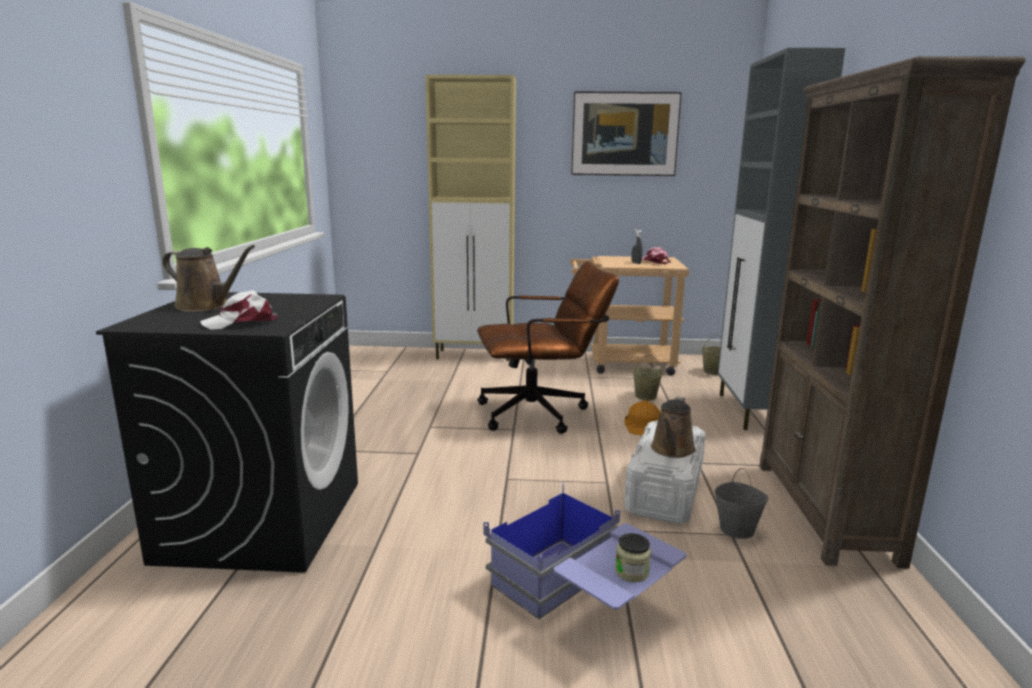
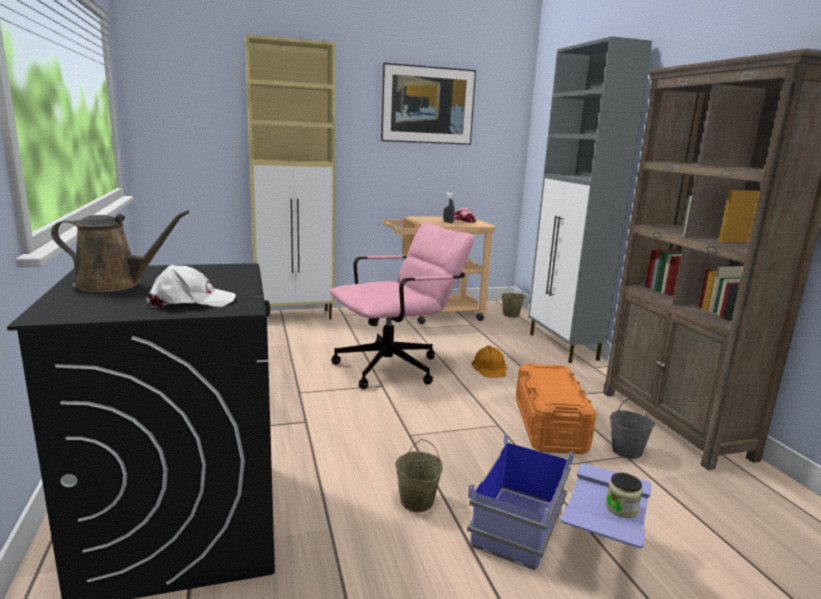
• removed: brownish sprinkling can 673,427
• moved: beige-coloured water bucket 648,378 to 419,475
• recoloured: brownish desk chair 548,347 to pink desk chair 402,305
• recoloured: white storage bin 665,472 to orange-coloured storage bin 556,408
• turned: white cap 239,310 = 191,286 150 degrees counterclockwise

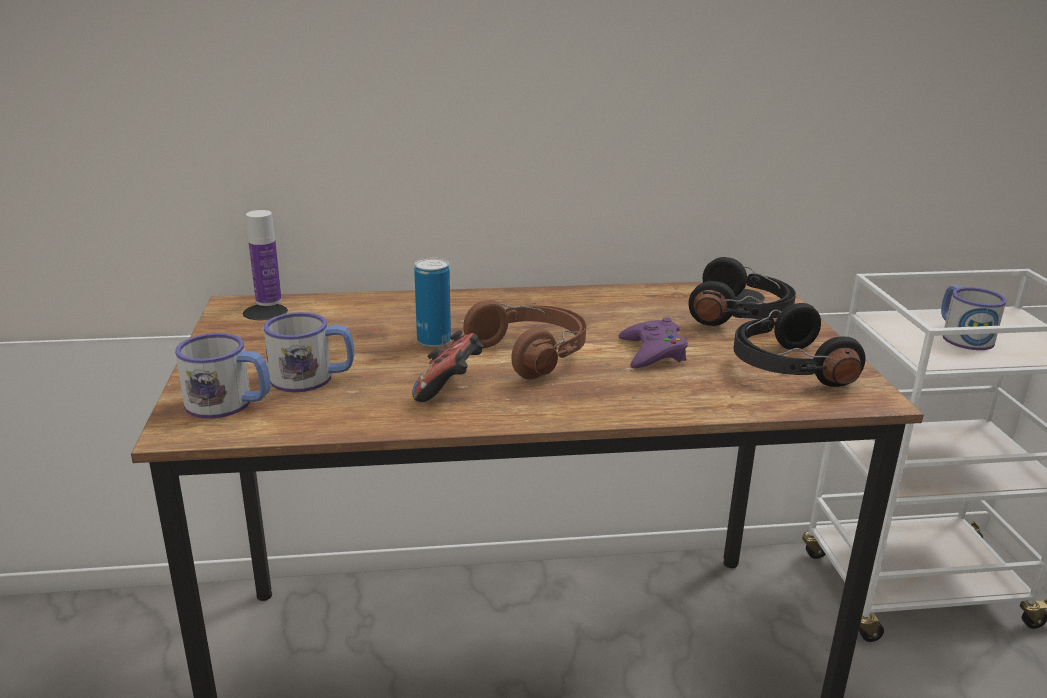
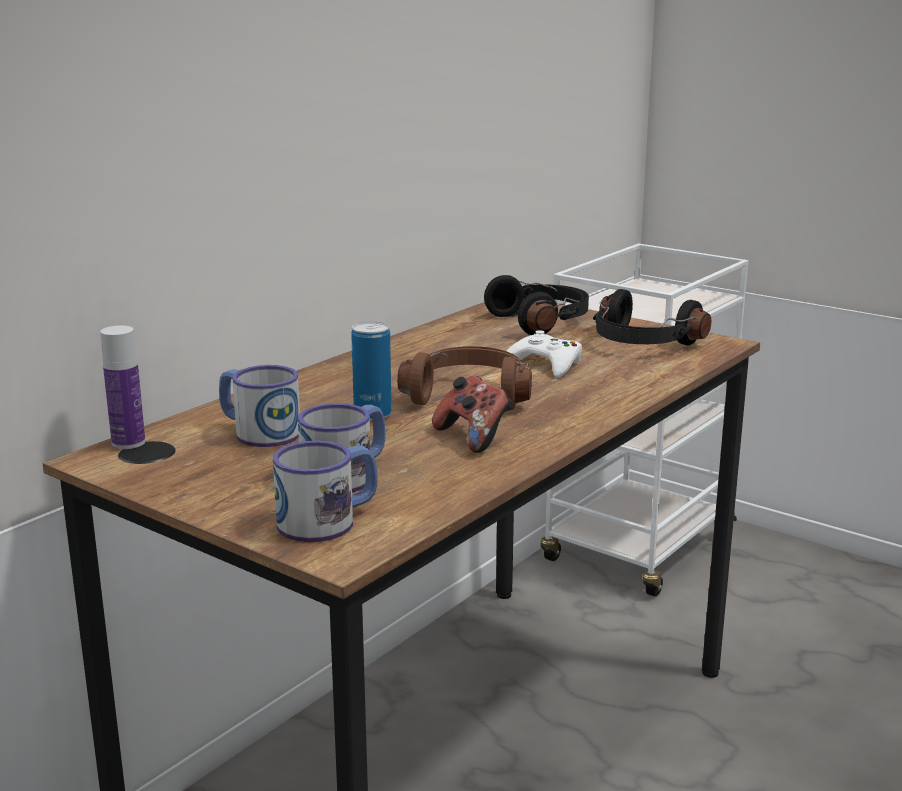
• moved: mug 973,317 to 259,406
• recoloured: purple game controller 653,343 to white game controller 544,354

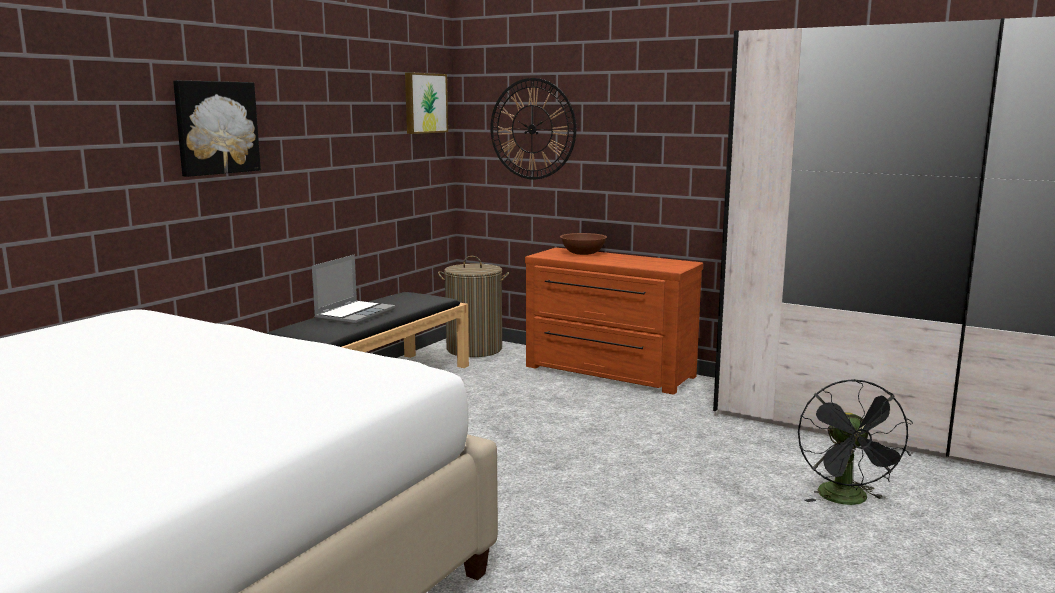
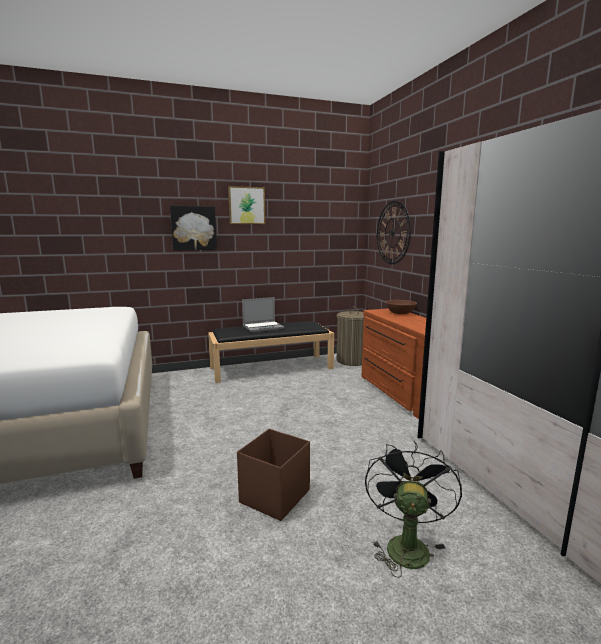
• added: brownish storage bin 273,475
• moved: wall picture 426,103 to 246,205
• turned: black-coloured electric fan 855,442 = 413,509 150 degrees clockwise

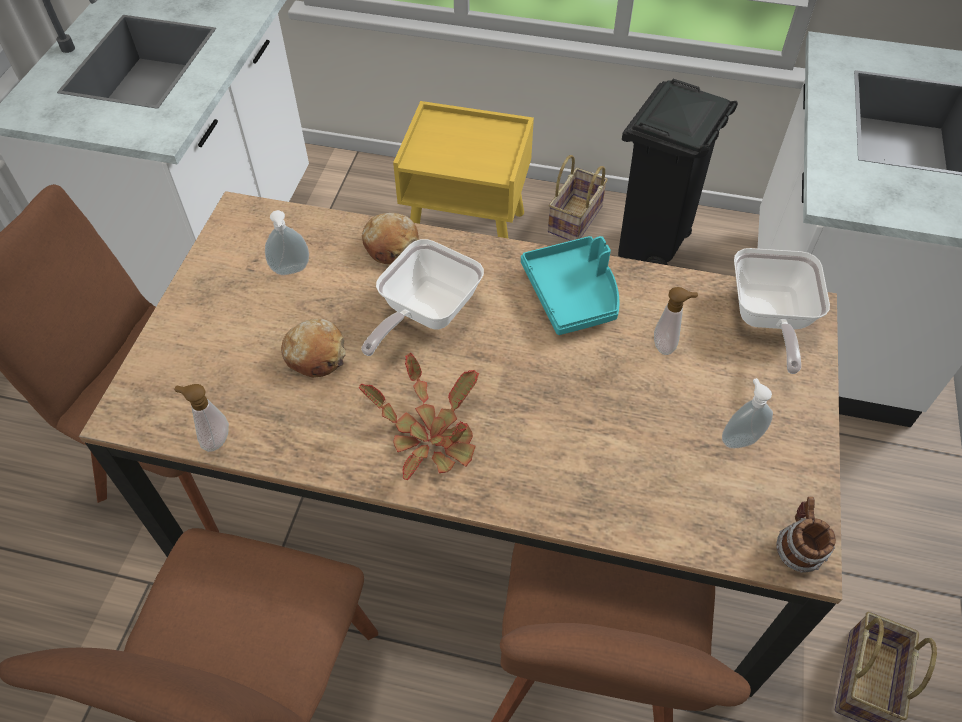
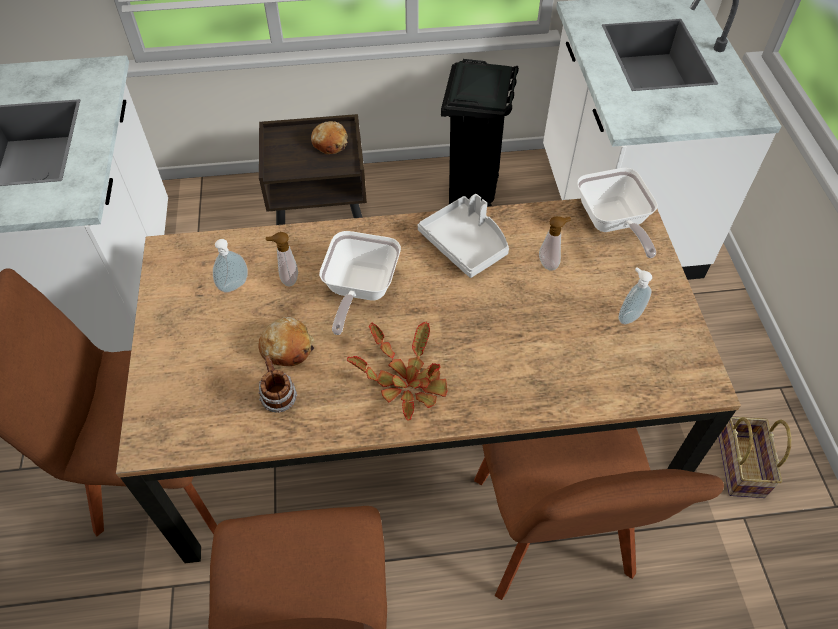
• removed: household basket 578,198
• moved: soap dispenser 201,418 to 282,259
• moved: bakery bread 390,239 to 329,137
• moved: mug 806,535 to 278,384
• recoloured: yellow-coloured nightstand 463,169 to brownish nightstand 313,169
• recoloured: turquoise carrying tray 570,285 to greyish carrying tray 463,236

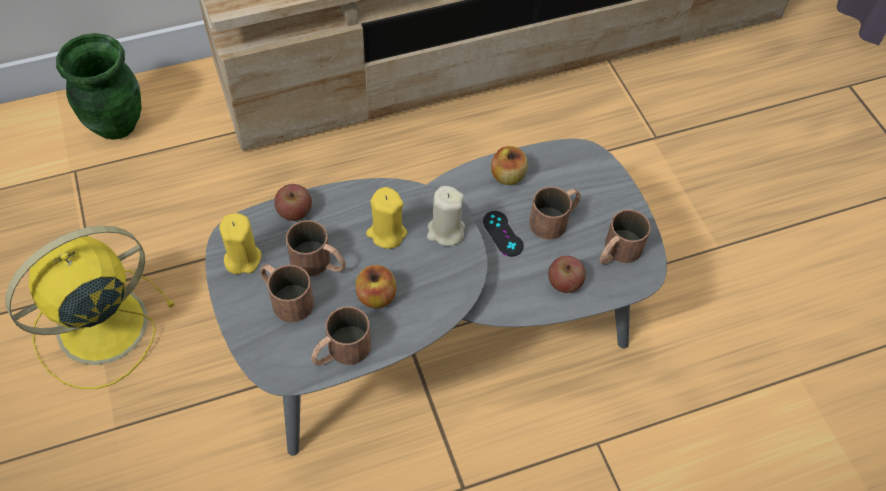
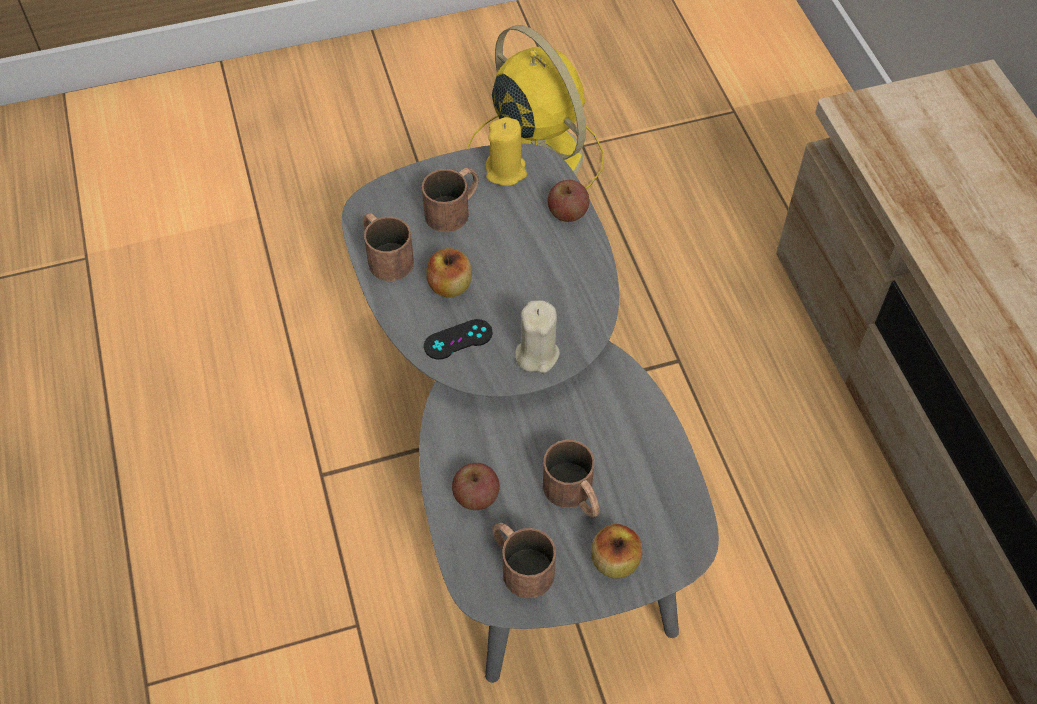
• removed: greenish decorative vase 98,86
• removed: brownish mug 316,248
• removed: yellow-coloured candle 386,218
• moved: black-coloured game controller 503,234 to 458,339
• moved: apple 509,165 to 616,551

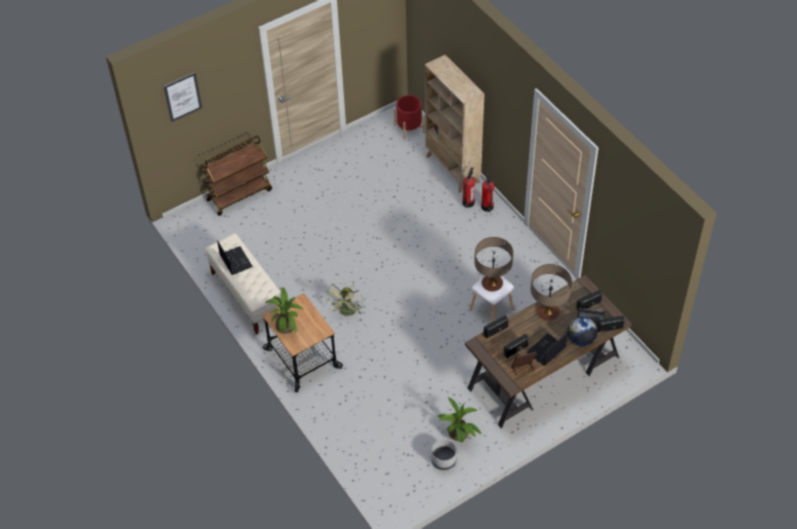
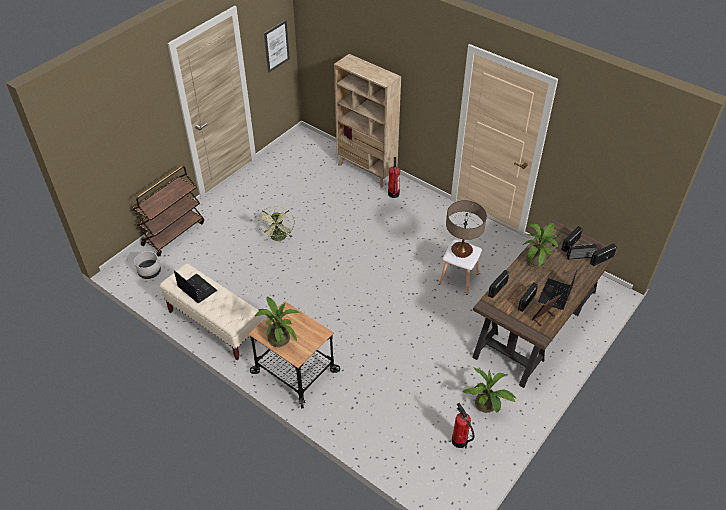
• removed: reddish plant pot 409,117
• removed: world globe 582,331
• moved: wall picture 182,97 to 277,46
• moved: greenish electric fan 344,299 to 276,223
• moved: greyish plant pot 444,454 to 147,265
• moved: extinguisher 487,191 to 463,425
• replaced: tabletop lamp 551,292 to potted plant 541,245

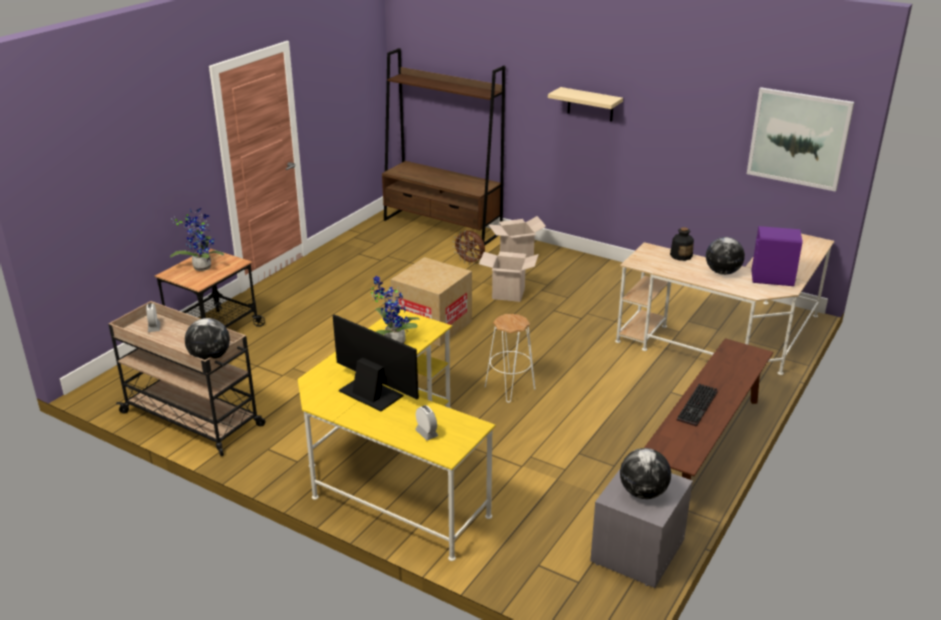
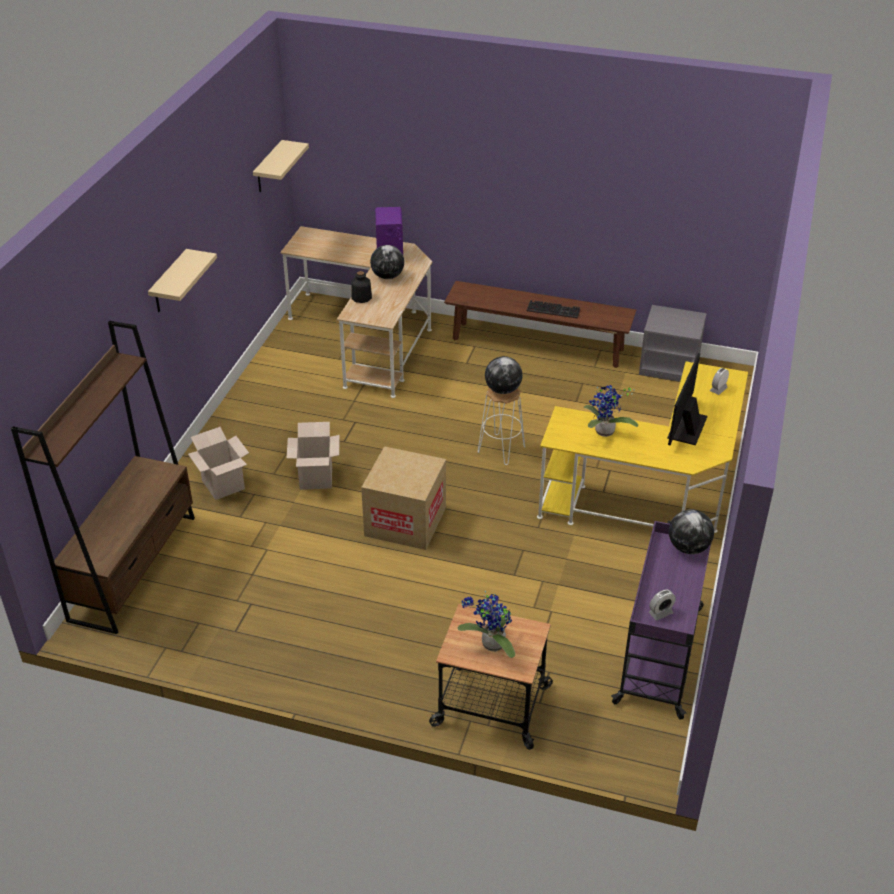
• removed: brownish electric fan 469,248
• moved: world globe 645,473 to 504,375
• replaced: wall picture 800,139 to beige-coloured wall shelf 281,166
• recoloured: beige-coloured trolley 186,378 to purple trolley 661,620

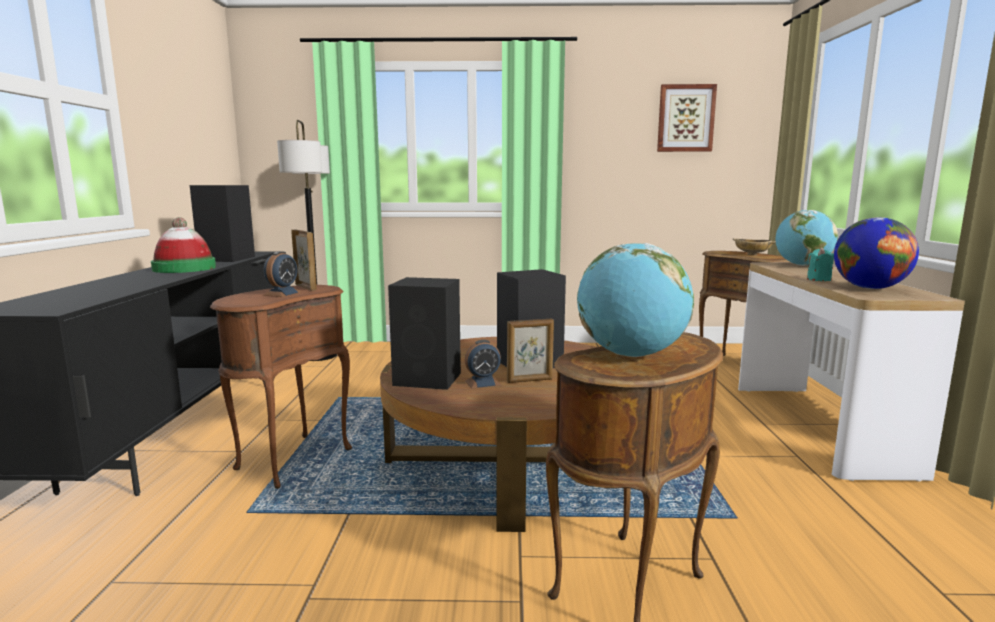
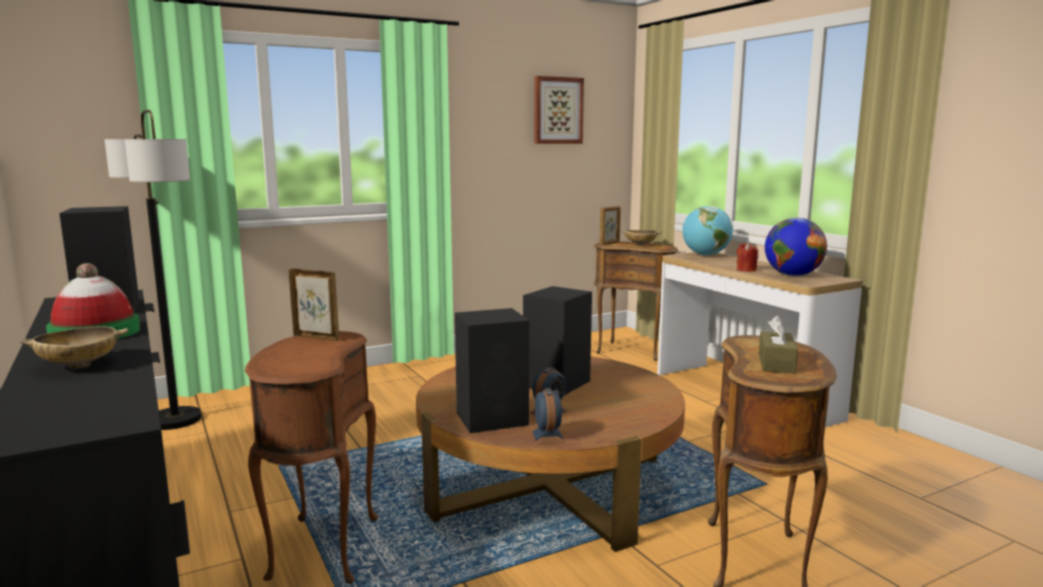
• added: beige-coloured deep dish 74,347
• moved: table clock 282,274 to 548,416
• moved: standing frame 530,351 to 610,225
• replaced: world globe 635,300 to brownish box of tissues 778,344
• recoloured: turquoise candle 820,264 to reddish candle 747,257

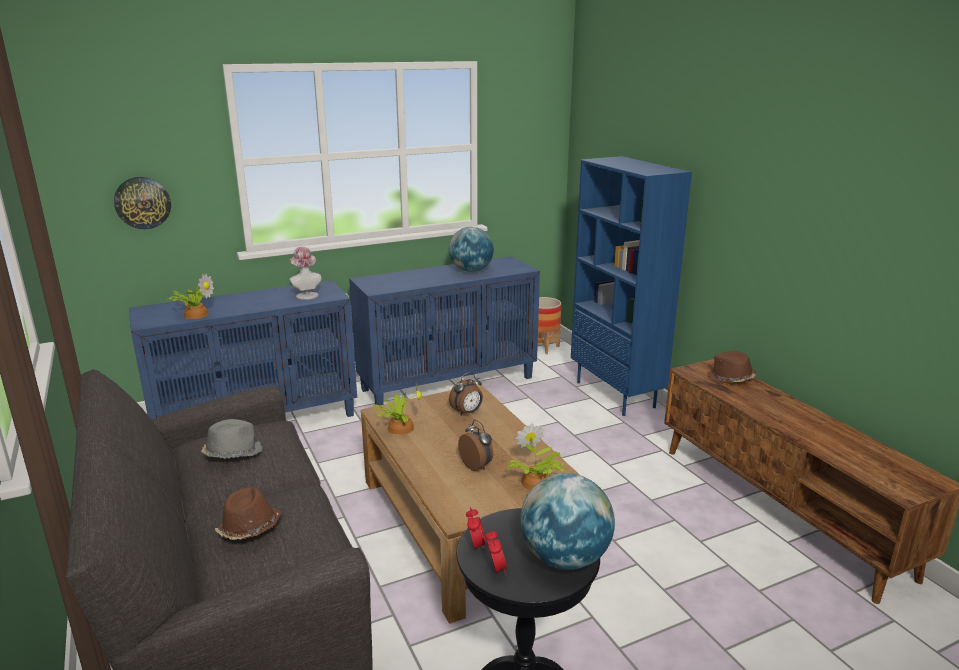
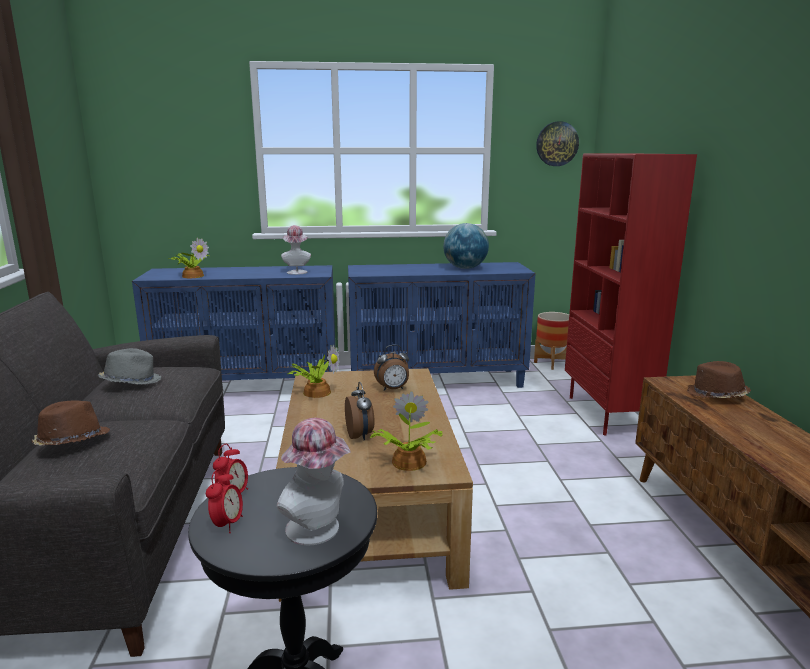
• moved: clock on the wall 142,203 to 557,143
• replaced: world globe 567,521 to clothing hat 314,481
• recoloured: blue bookshelf 631,286 to reddish bookshelf 631,294

